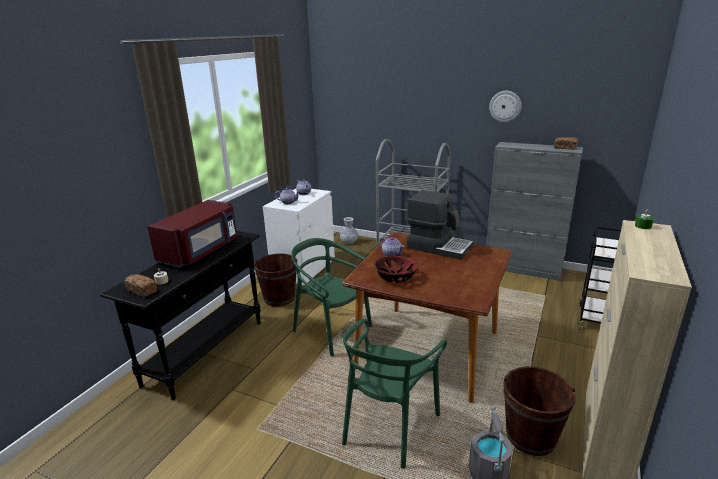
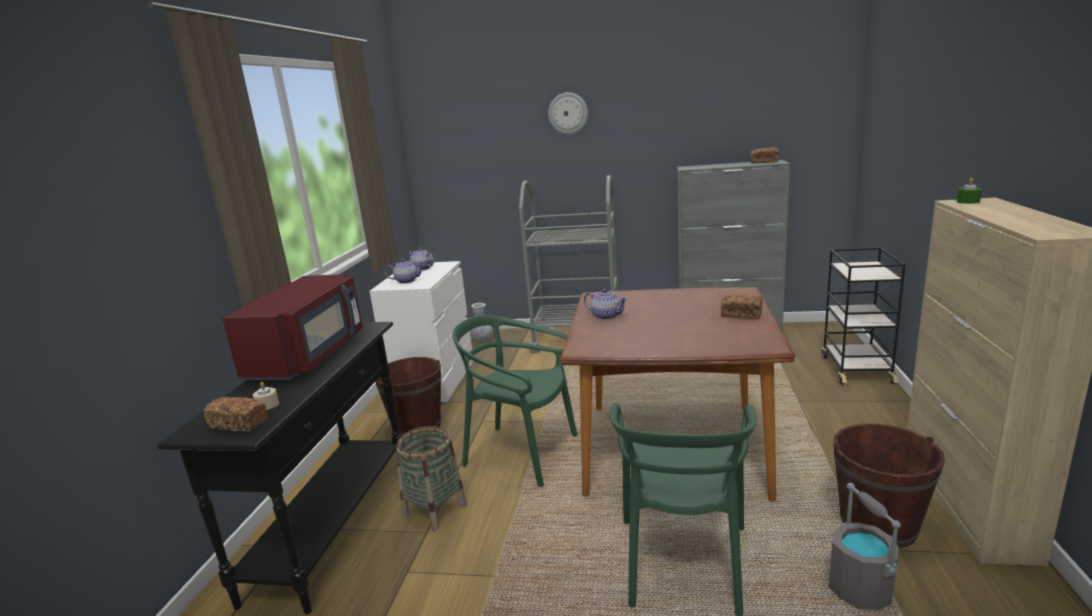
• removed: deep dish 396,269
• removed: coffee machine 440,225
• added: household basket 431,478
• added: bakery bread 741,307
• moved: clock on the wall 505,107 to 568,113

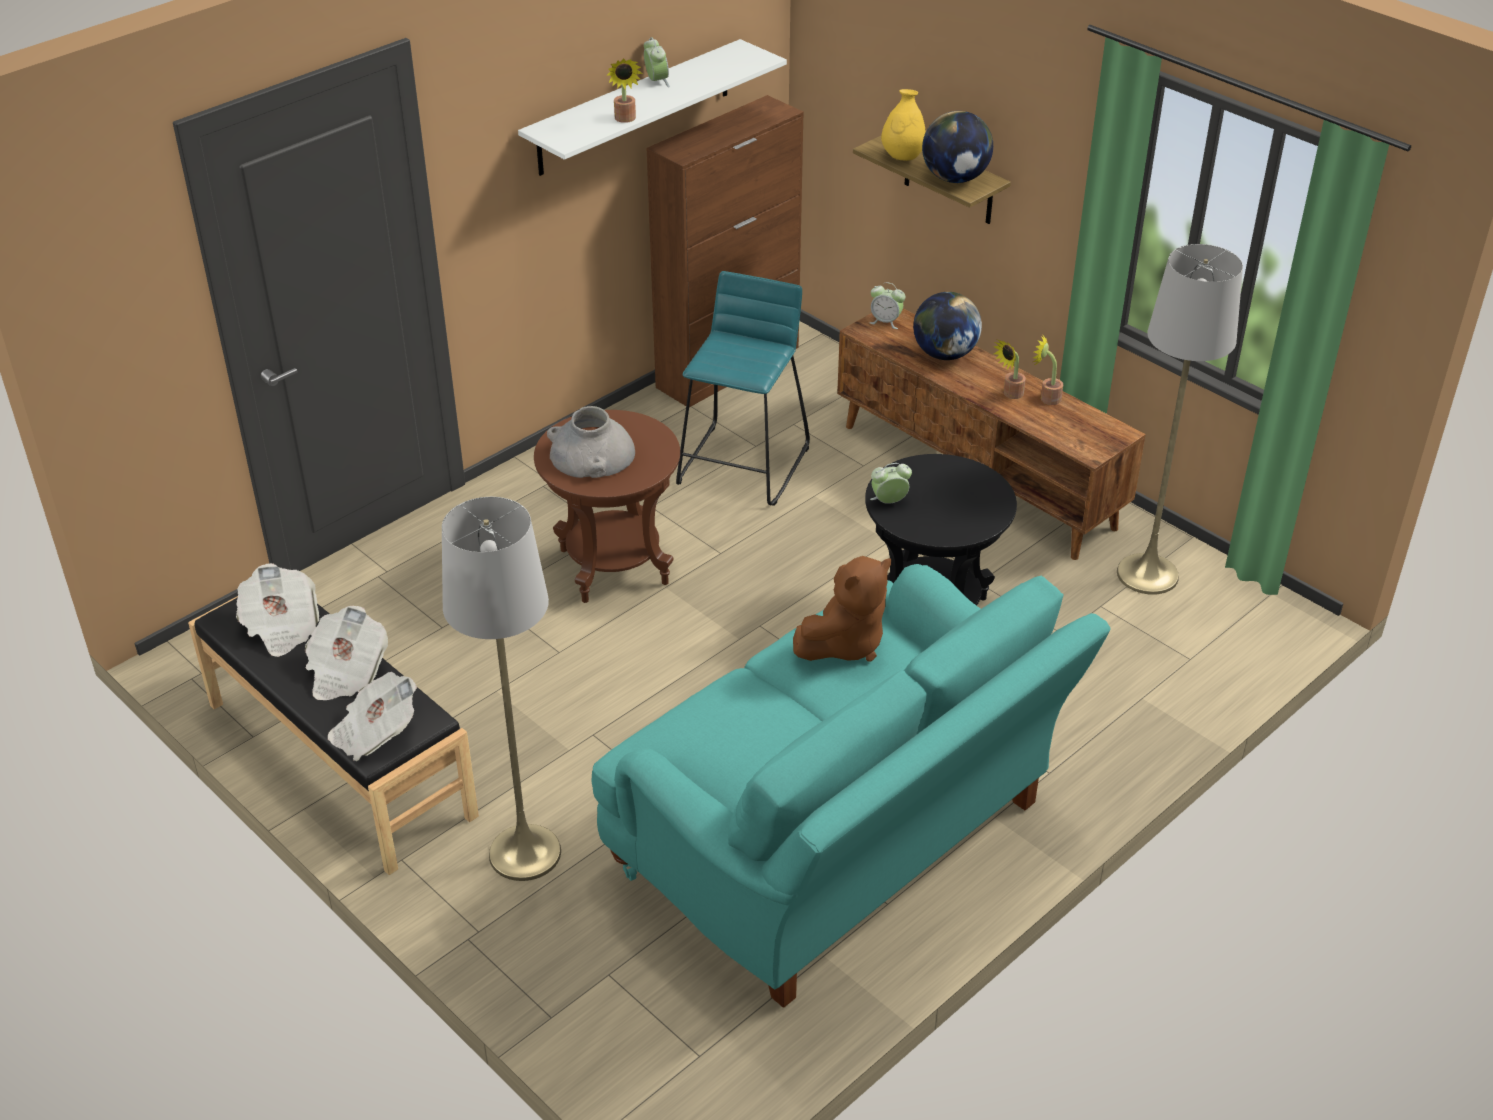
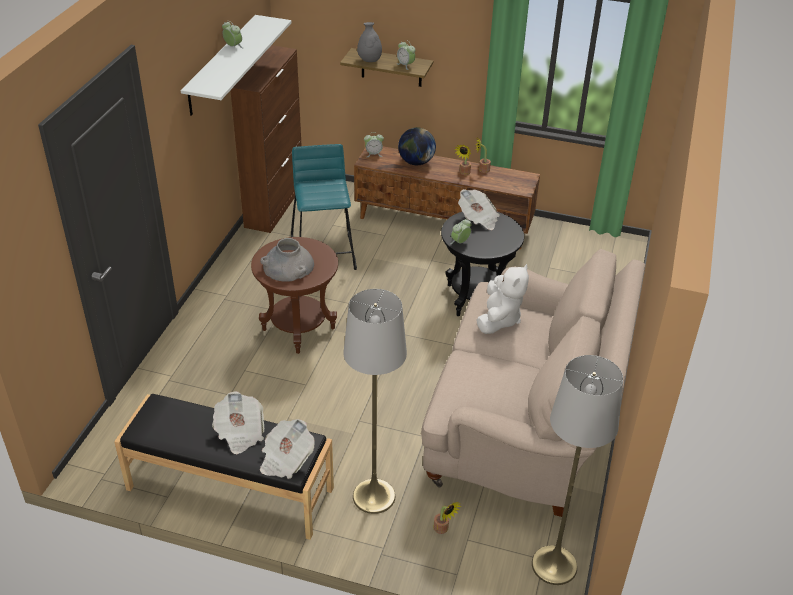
• moved: newspaper 277,610 to 479,209
• moved: potted plant 624,90 to 447,518
• moved: greyish standing lamp 1180,419 to 577,470
• replaced: world globe 957,147 to table clock 406,55
• recoloured: turquoise sofa 851,786 to beige-coloured sofa 533,383
• recoloured: brownish plush toy 842,608 to white plush toy 502,299
• recoloured: yellow-coloured decorative vase 903,125 to greyish decorative vase 369,42

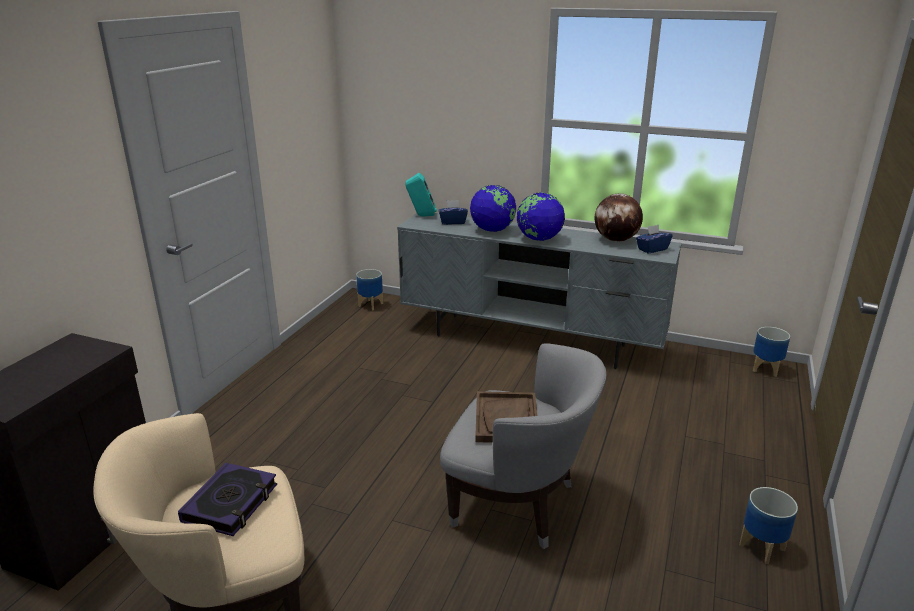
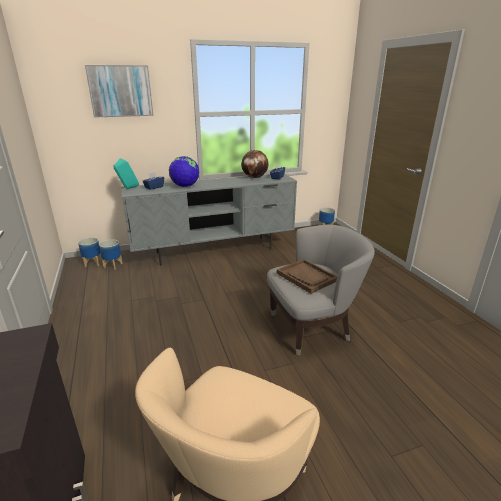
• removed: book 227,499
• removed: world globe 541,217
• added: wall picture 119,91
• moved: plant pot 768,525 to 111,254

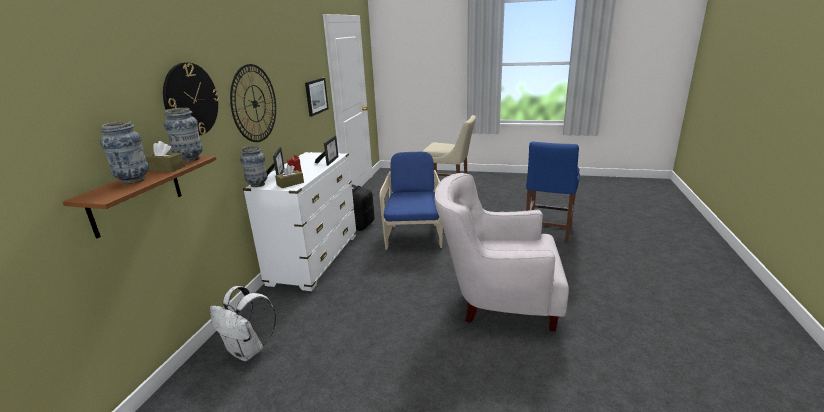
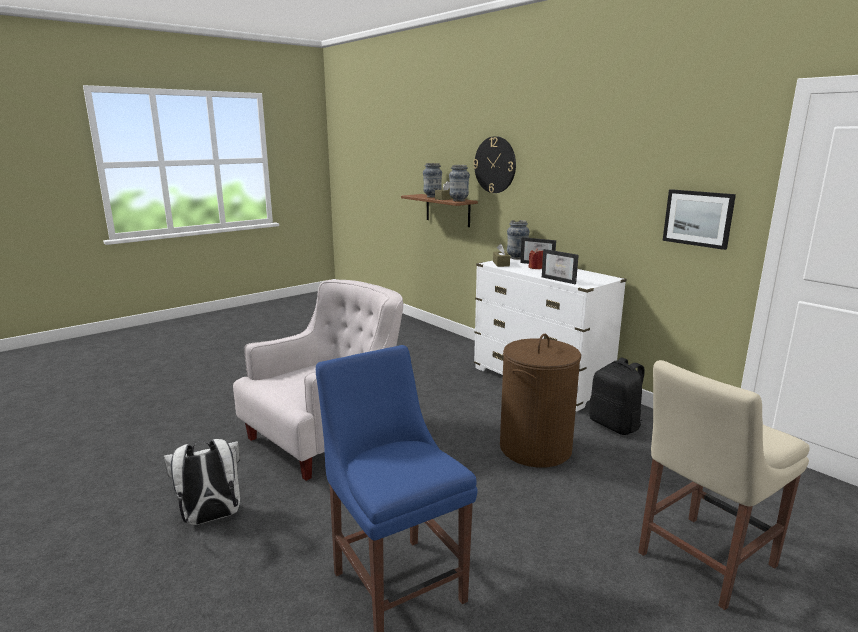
• removed: clock on the wall 253,103
• moved: white knapsack 243,323 to 201,482
• replaced: blue easy chair 411,201 to brownish hamper 540,401

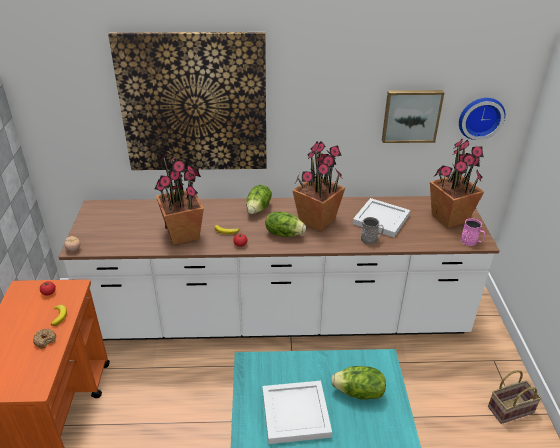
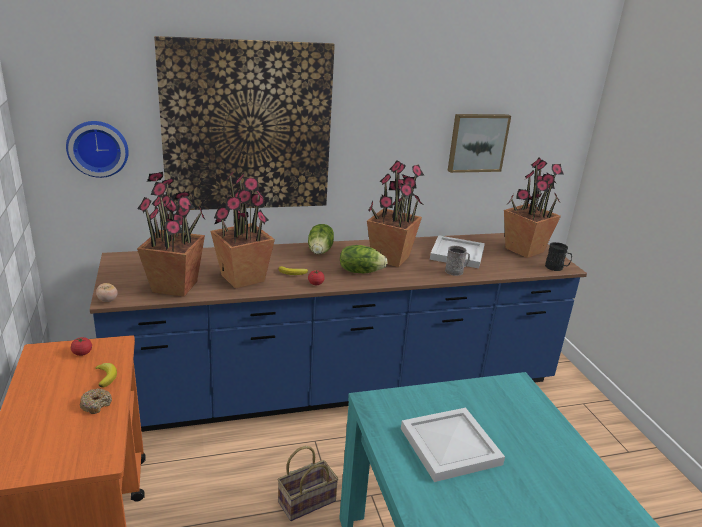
• removed: lettuce 358,383
• added: potted plant 171,234
• moved: clock on the wall 482,119 to 97,149
• moved: household basket 515,397 to 308,483
• recoloured: white counter 279,268 to blue counter 338,332
• recoloured: pink mug 473,232 to black-coloured mug 558,256

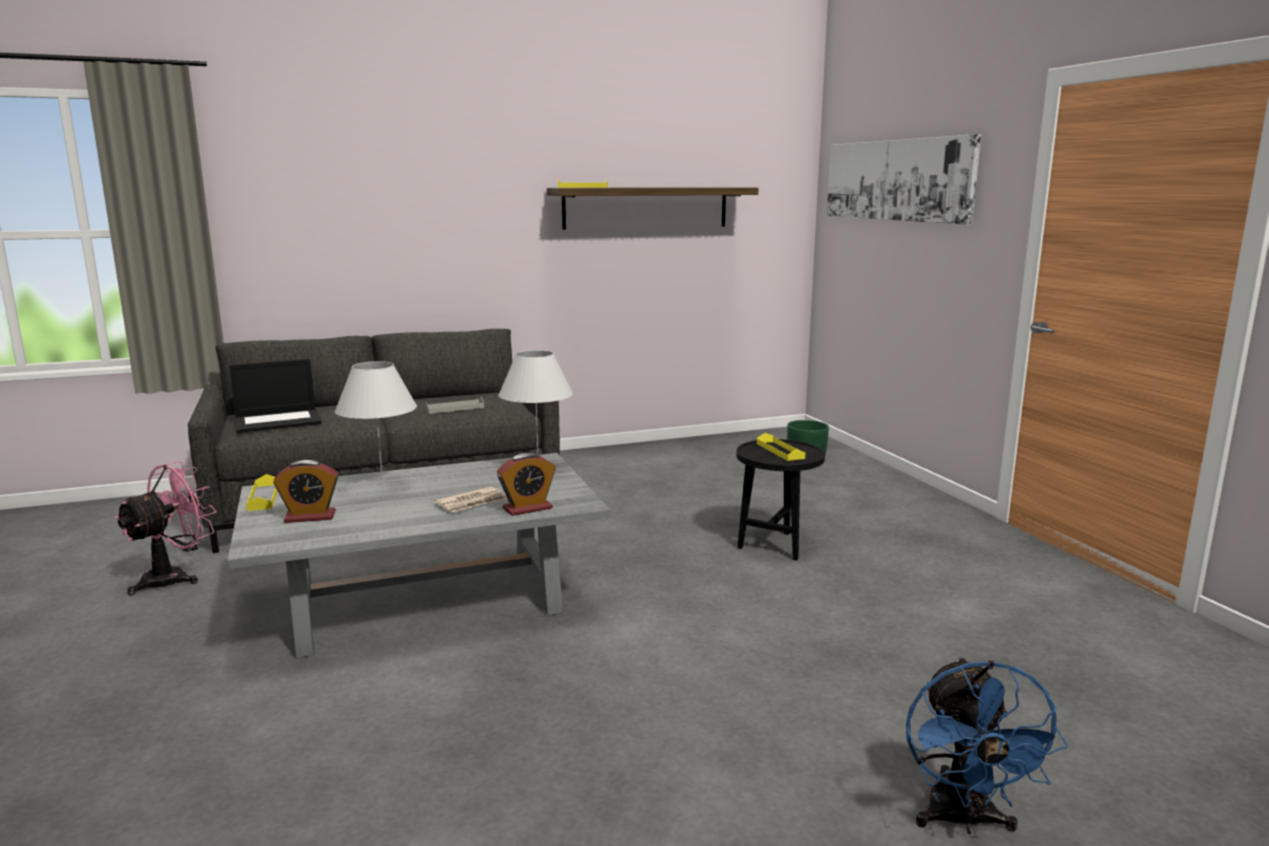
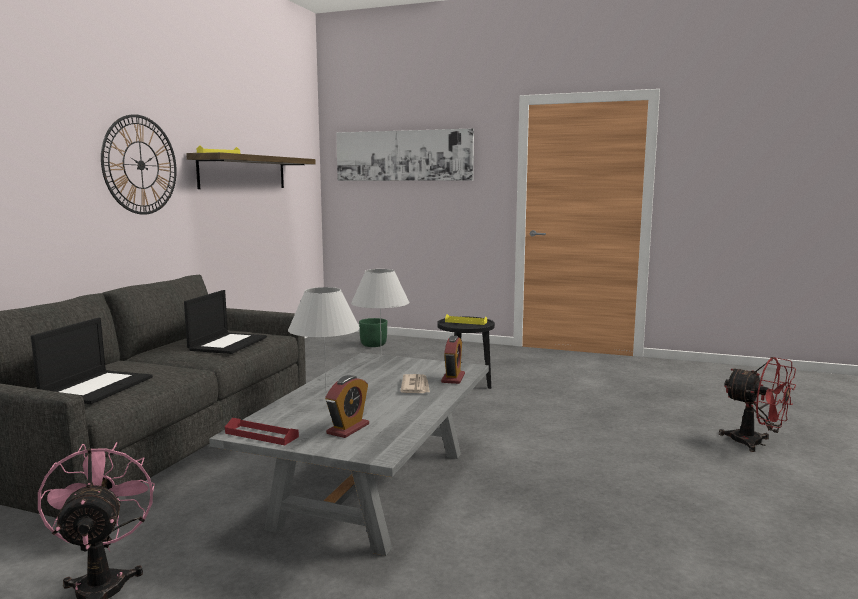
• added: clock on the wall 139,164
• replaced: greyish carrying tray 454,405 to portable computer 225,322
• recoloured: yellow-coloured carrying tray 261,492 to reddish carrying tray 262,431
• recoloured: blue electric fan 987,745 to reddish electric fan 757,404

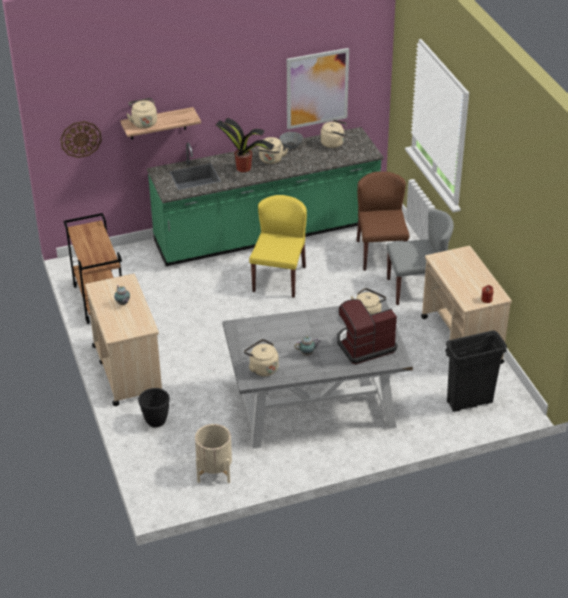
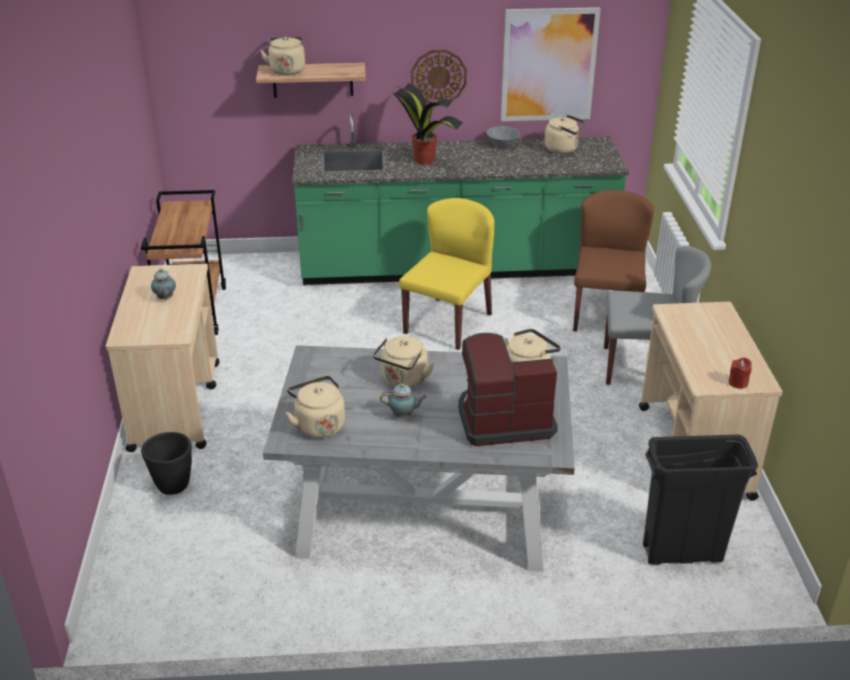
• removed: beige-coloured plant pot 213,453
• moved: clock on the wall 81,139 to 439,76
• moved: beige-coloured tea kettle 272,150 to 403,361

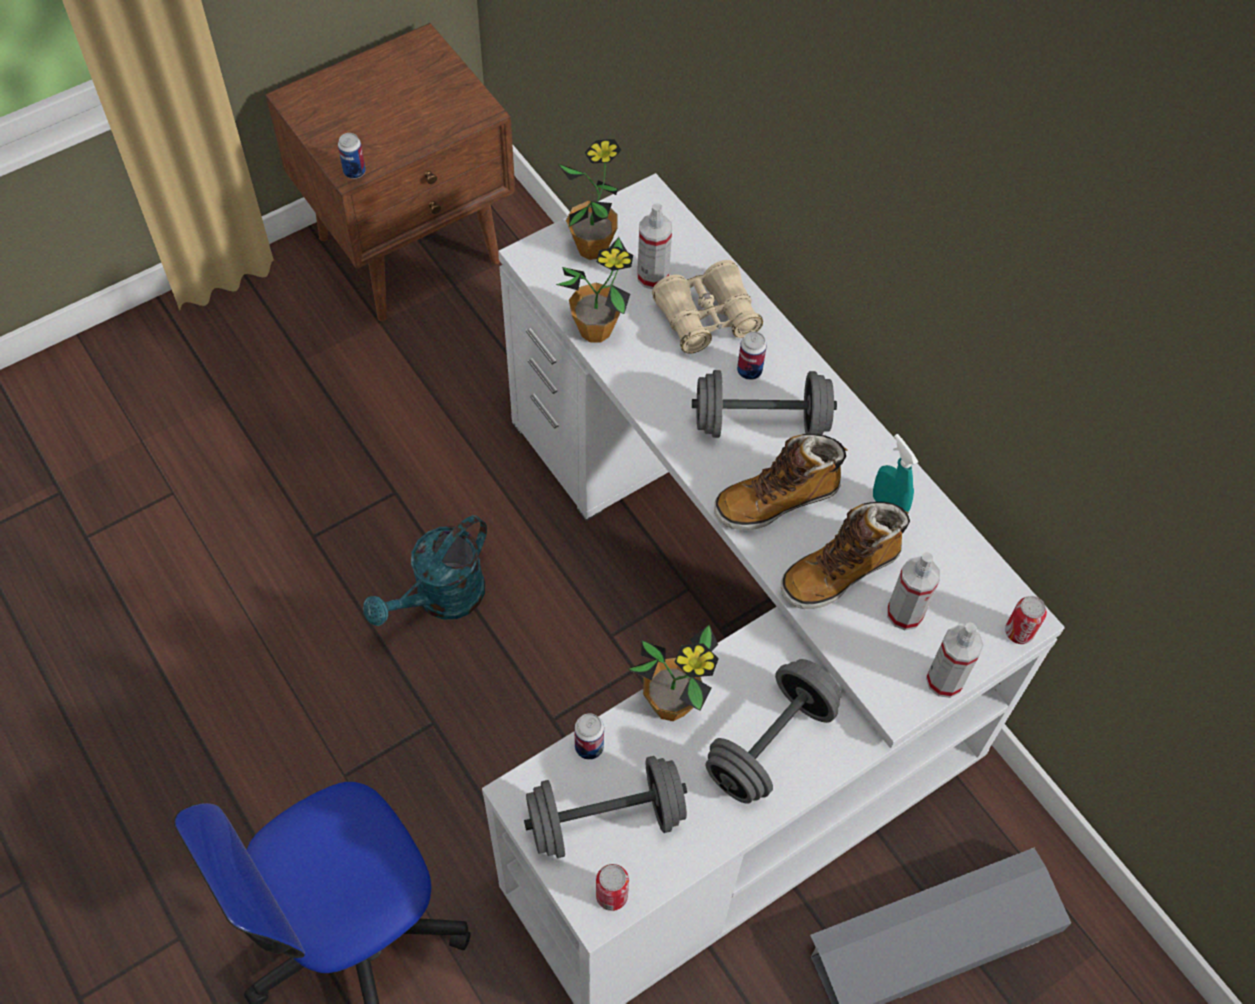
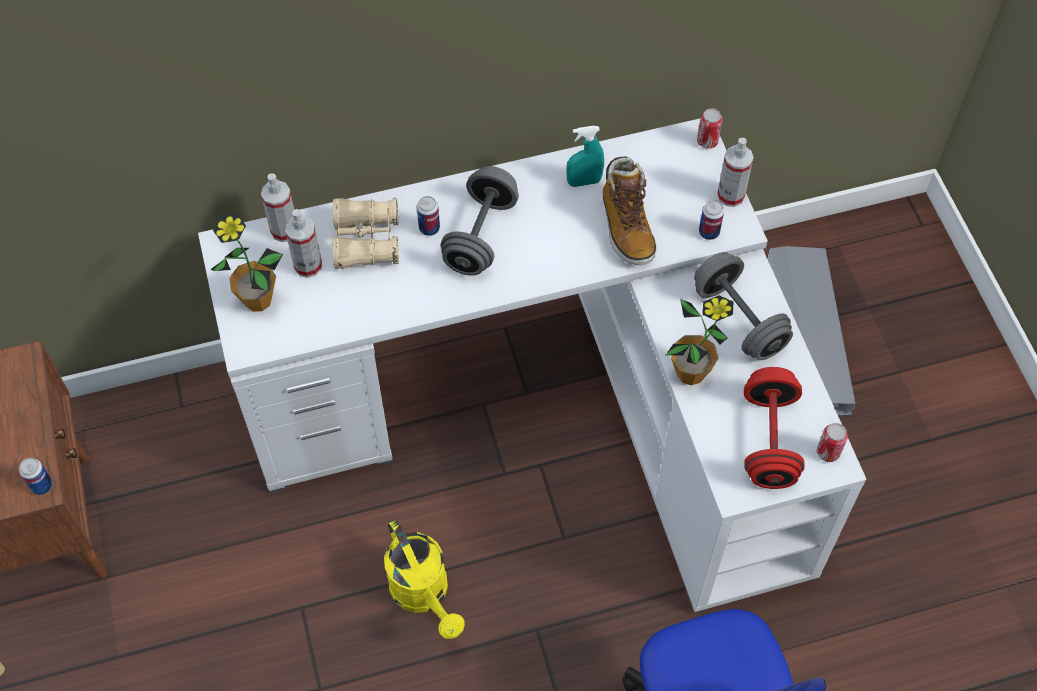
• removed: potted plant 594,290
• removed: tall boot 780,482
• moved: sealed can 589,736 to 711,220
• moved: spray bottle 913,591 to 277,207
• recoloured: turquoise sprinkling can 425,570 to yellow-coloured sprinkling can 424,579
• recoloured: greyish hand weight 605,807 to reddish hand weight 774,428

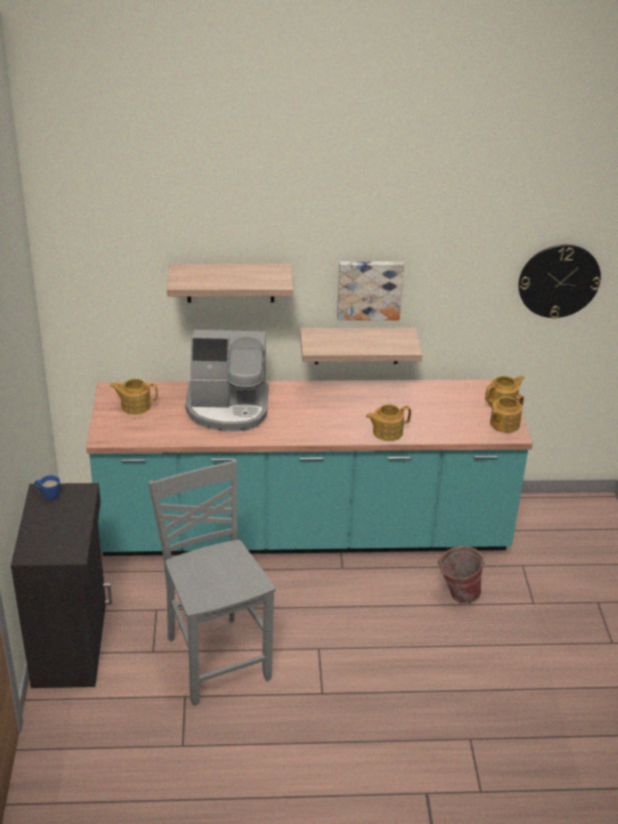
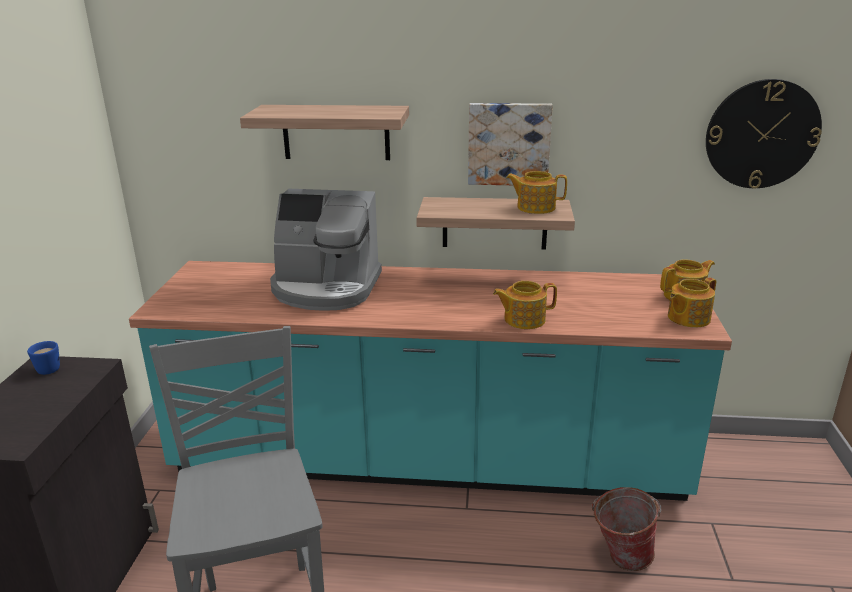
• moved: teapot 134,396 to 536,192

